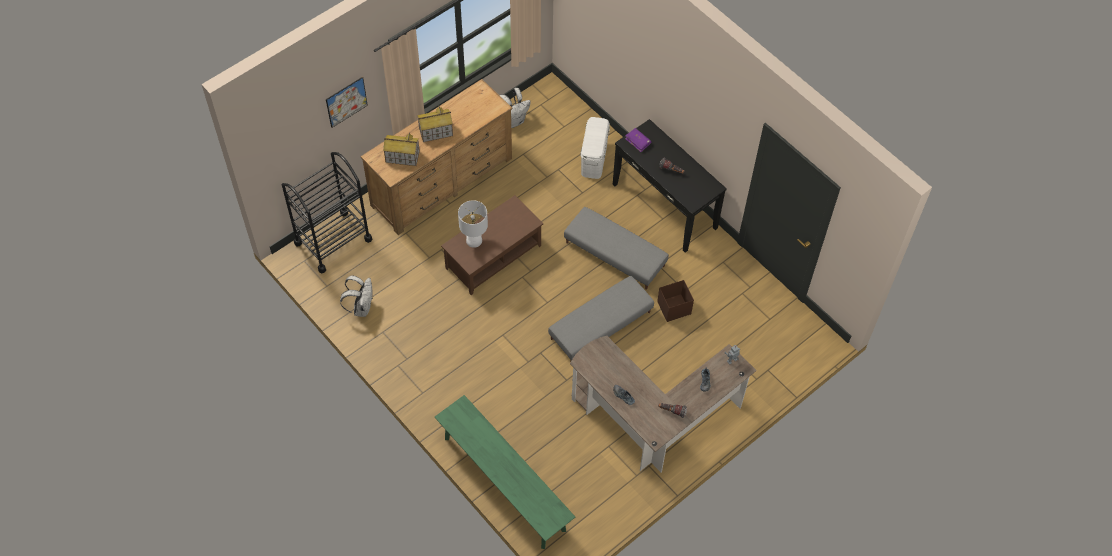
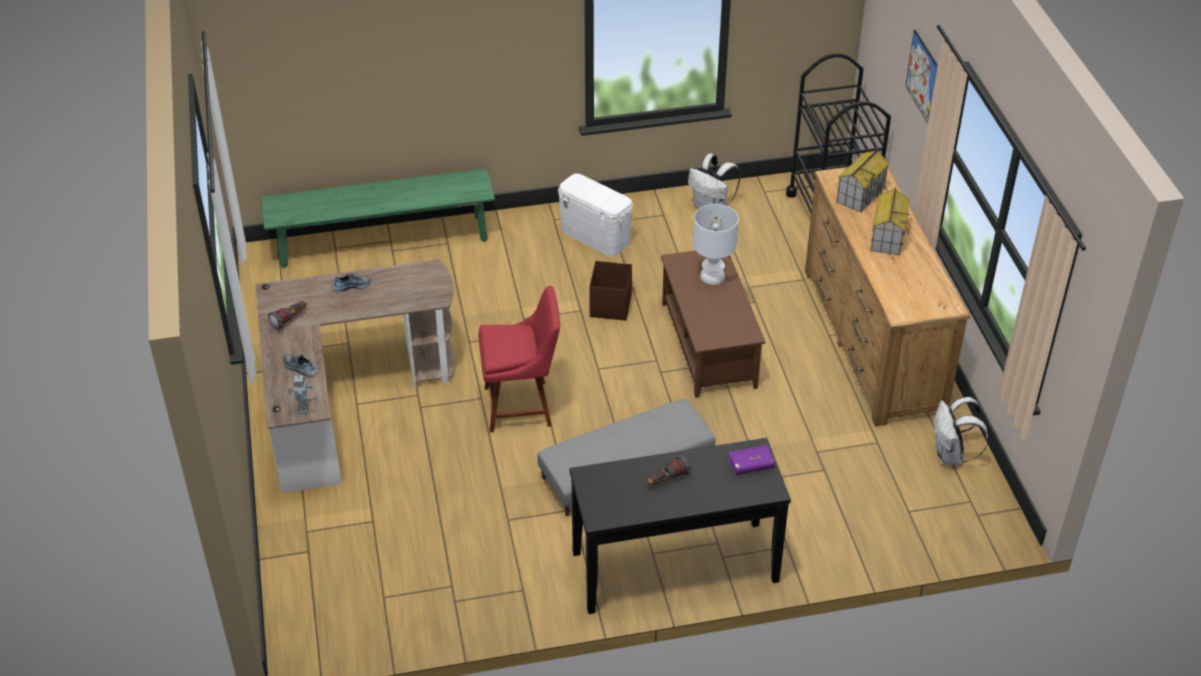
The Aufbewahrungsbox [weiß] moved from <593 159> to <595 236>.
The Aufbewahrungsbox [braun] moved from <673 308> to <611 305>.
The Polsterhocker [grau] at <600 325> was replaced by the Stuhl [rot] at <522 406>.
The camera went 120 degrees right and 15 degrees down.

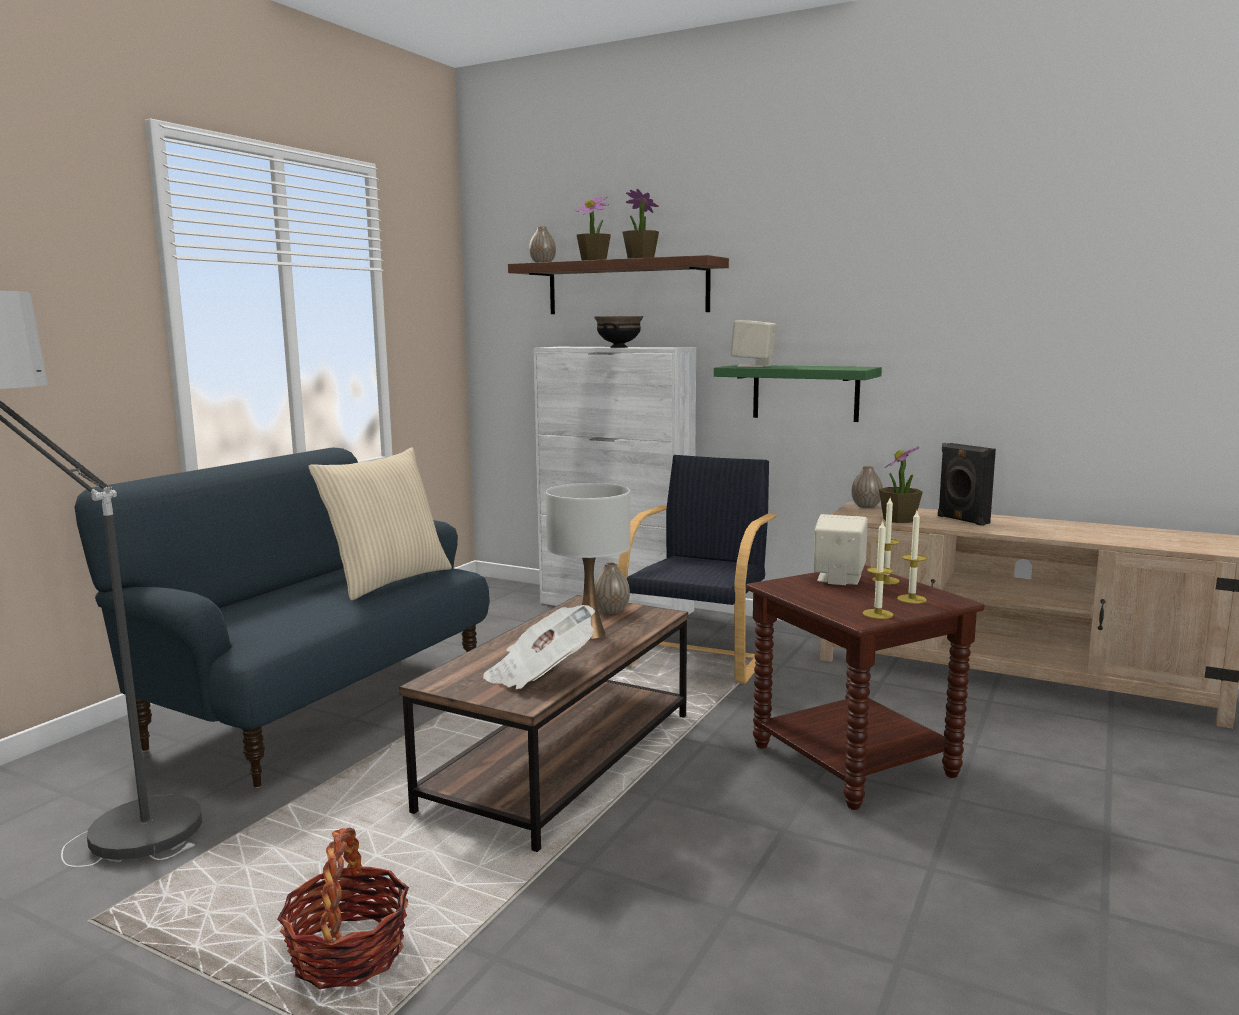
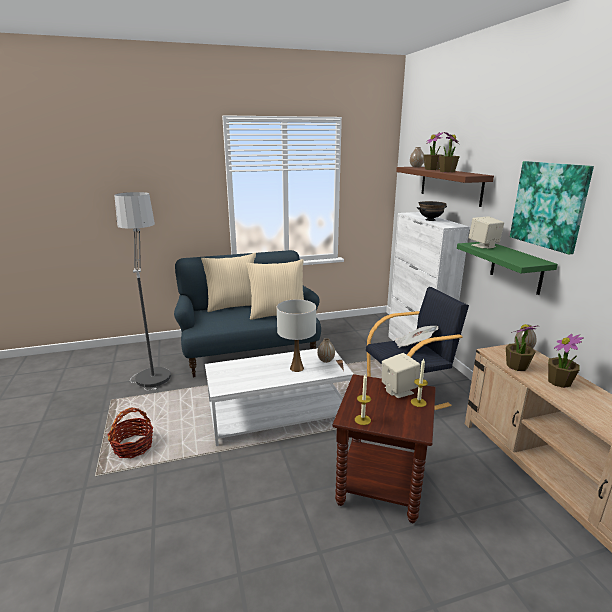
The Kerze at <911 599> disappeared.
The Kissen [beige] at <233 305> appeared.
The Bild at <549 205> appeared.
The Zeitung moved from <540 675> to <414 345>.
The Lautsprecher [schwarz] at <962 520> was replaced by the Topfpflanze at <559 382>.
The Couchtisch [braun] at <561 760> became the Couchtisch [weiß] at <279 415>.
The camera went 45 degrees right and 10 degrees up.

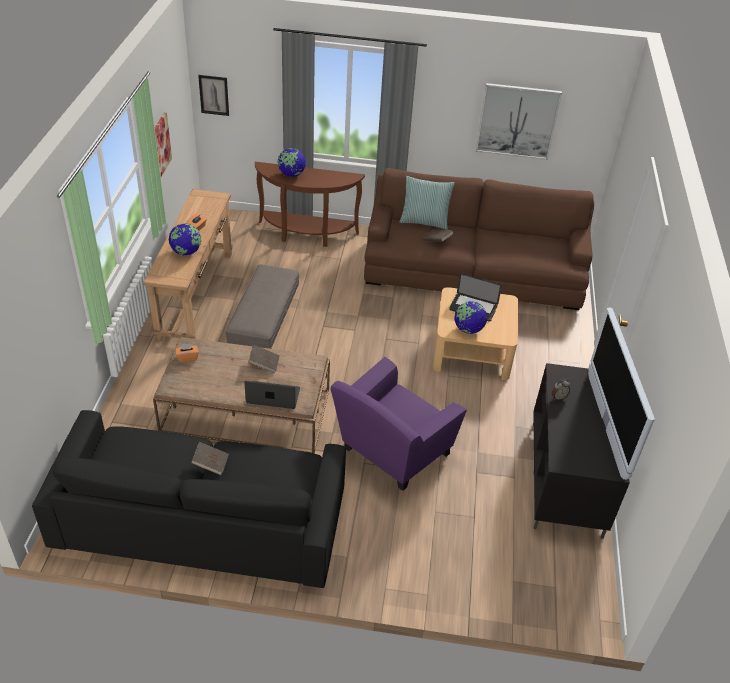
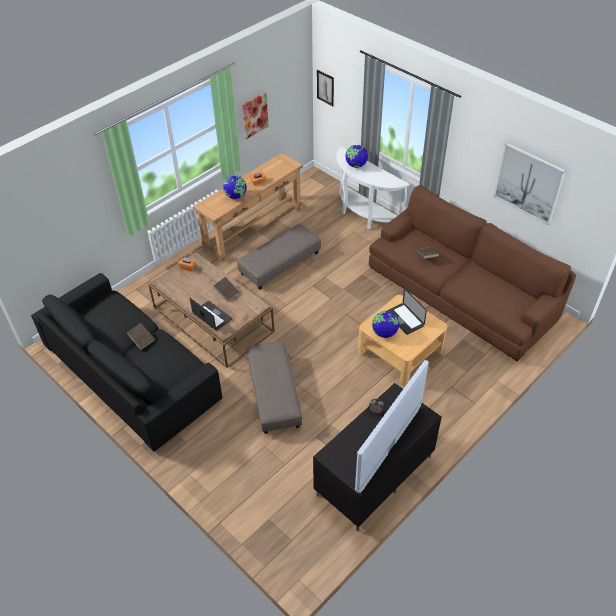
The Kissen at <424 221> disappeared.
The Sessel [lila] at <391 453> was replaced by the Polsterhocker [grau] at <274 393>.
The Konsolentisch [braun] at <306 235> became the Konsolentisch [weiß] at <363 214>.
The camera went 40 degrees right and 5 degrees up.

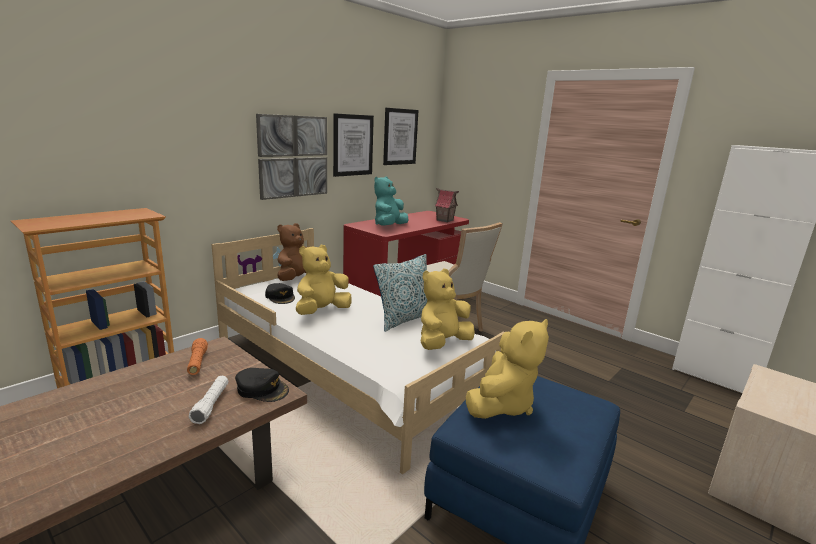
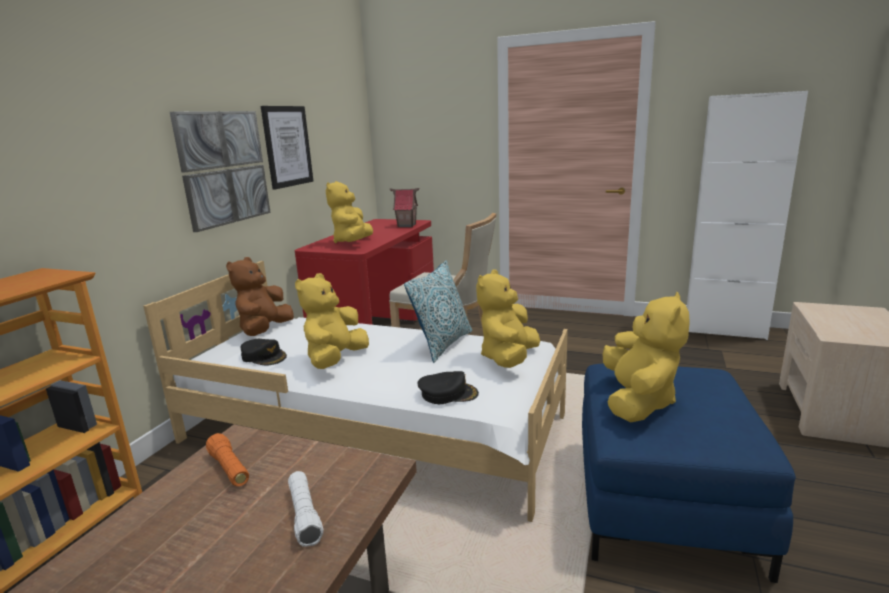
The Bild at <400 137> disappeared.
The Kappe [schwarz] moved from <262 389> to <448 393>.
The Plüschtier [türkis] at <389 226> became the Plüschtier [gelb] at <353 242>.
The camera went 20 degrees left and 0 degrees up.

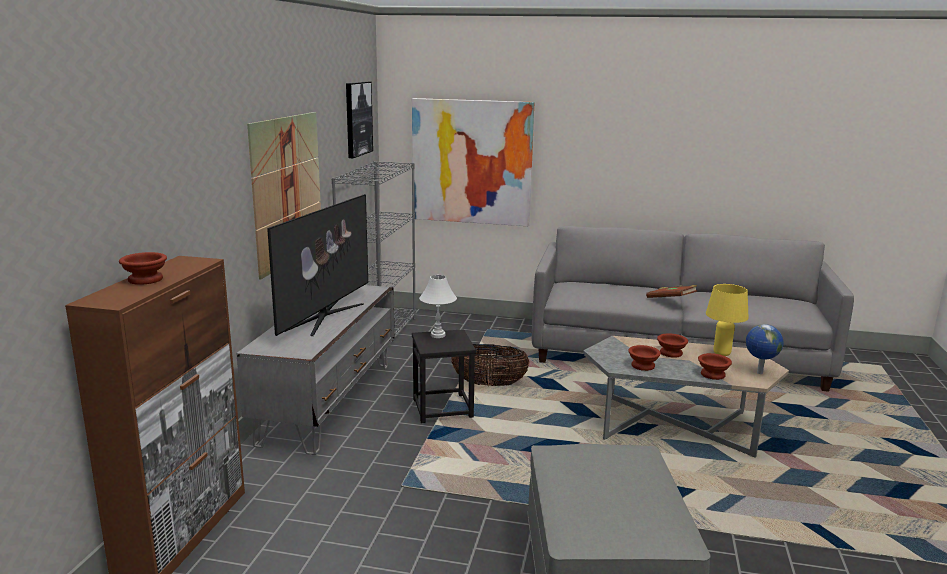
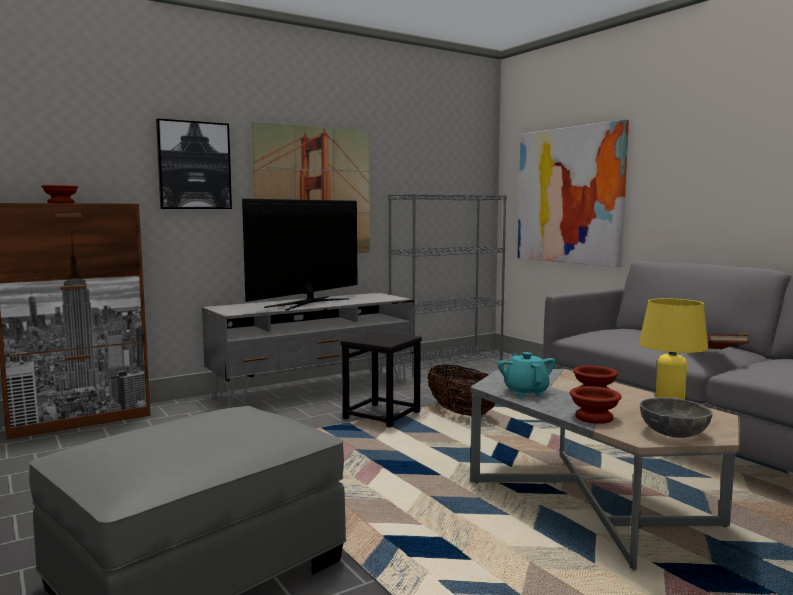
The Tischlampe [weiß] at <437 335> disappeared.
The Bild moved from <357 118> to <194 165>.
The Schüssel [braun] at <644 366> was replaced by the Teekanne [türkis] at <526 392>.
The Globus at <759 373> was replaced by the Schüssel [grau] at <673 433>.
The Fernseher at <324 317> turned 150 degrees clockwise.
The camera went 45 degrees right and 10 degrees down.

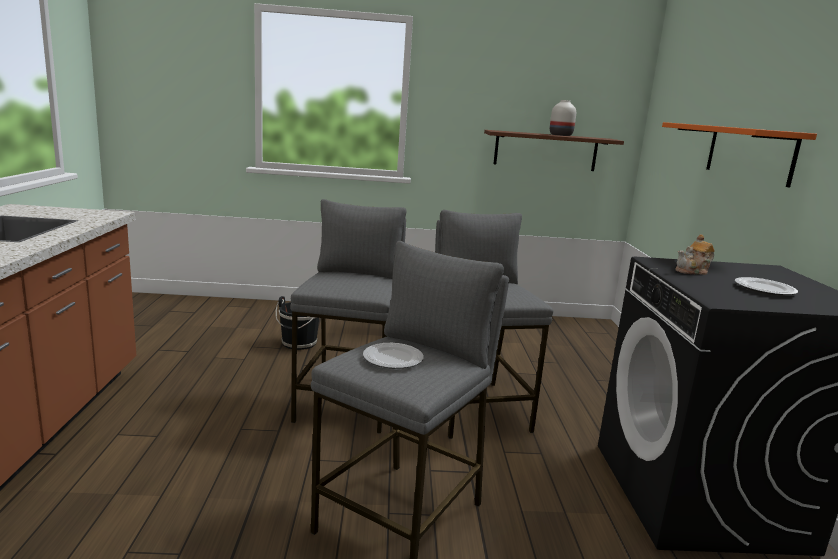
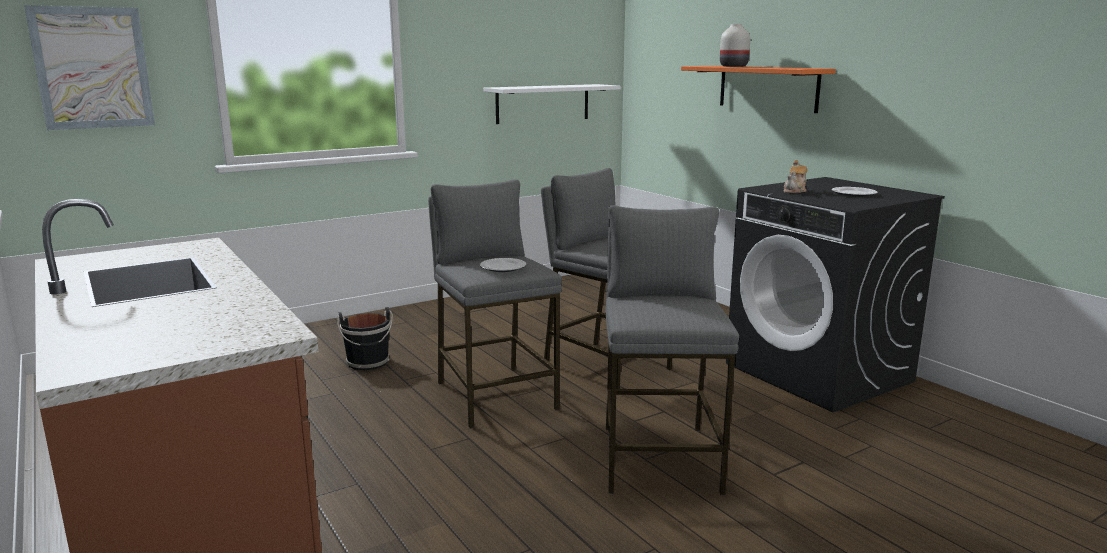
The Bild at <92 68> appeared.
The Teller moved from <393 359> to <503 267>.
The Vase [weiß] moved from <560 135> to <733 66>.
The Wandregal [braun] at <545 151> became the Wandregal [weiß] at <543 103>.
The camera went 30 degrees left and 0 degrees up.

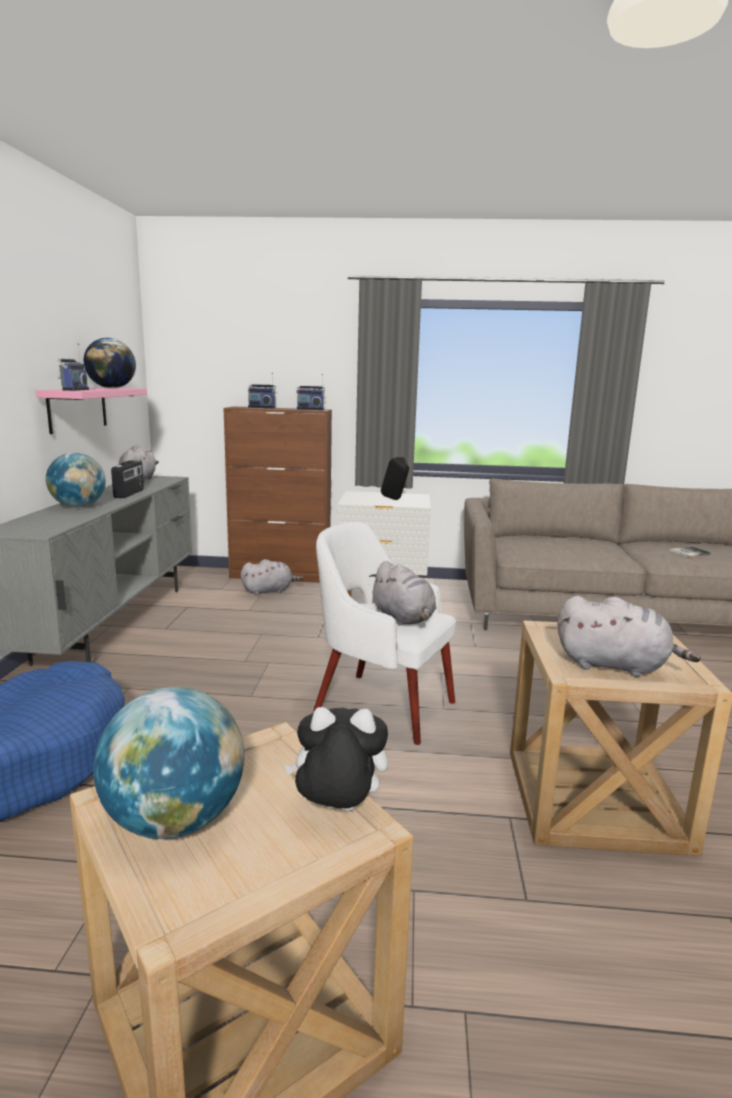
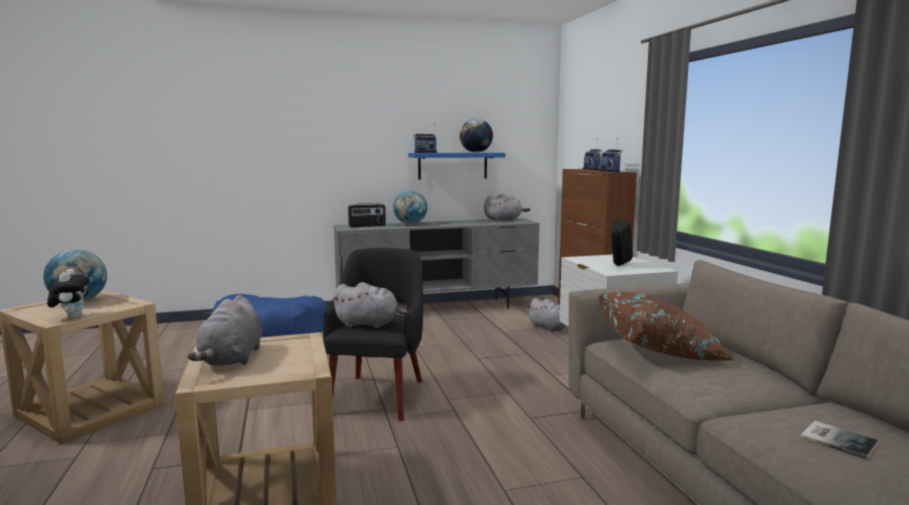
The Kissen [braun] at <659 350> appeared.
The Radio moved from <129 493> to <367 226>.
The Wandregal [rosa] at <78 409> became the Wandregal [blau] at <452 165>.
The Sessel [weiß] at <381 705> became the Sessel [schwarz] at <378 395>.
The Plüschtier [grau] at <404 618> turned 120 degrees counterclockwise.
The camera went 70 degrees right and 5 degrees down.

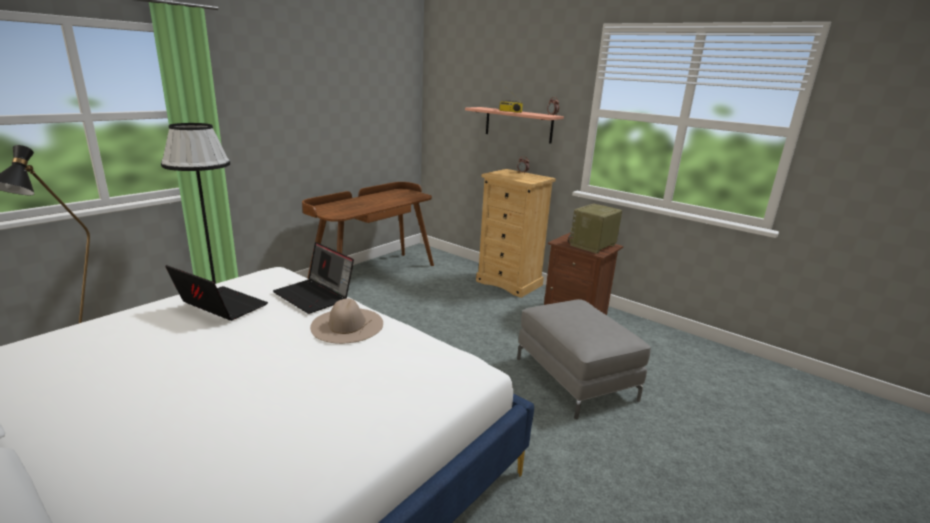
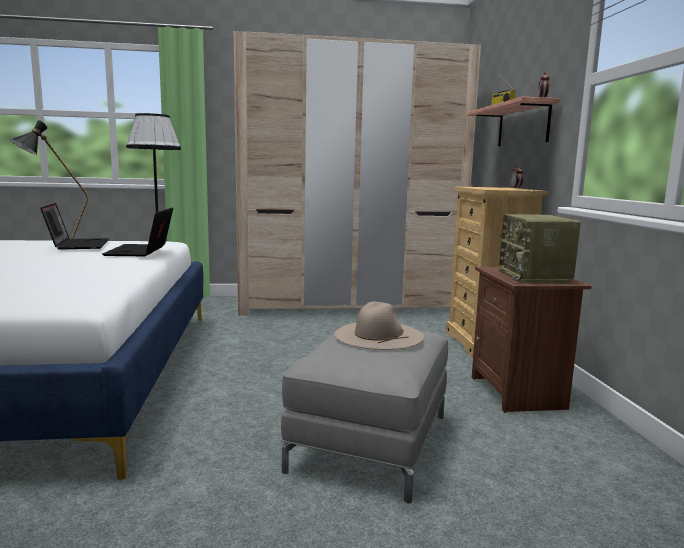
The Hut [beige] moved from <347 325> to <378 335>.
The Schreibtisch [braun] at <373 275> was replaced by the Kleiderschrank [beige] at <348 305>.
The Radio at <592 245> turned 90 degrees counterclockwise.
The camera went 45 degrees right and 10 degrees down.

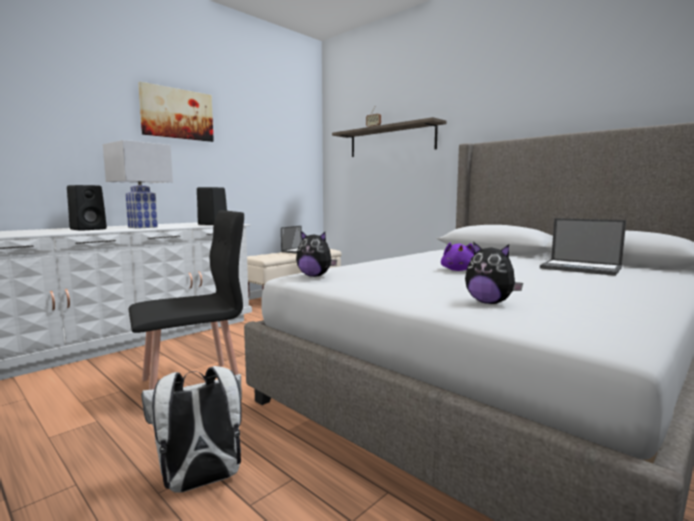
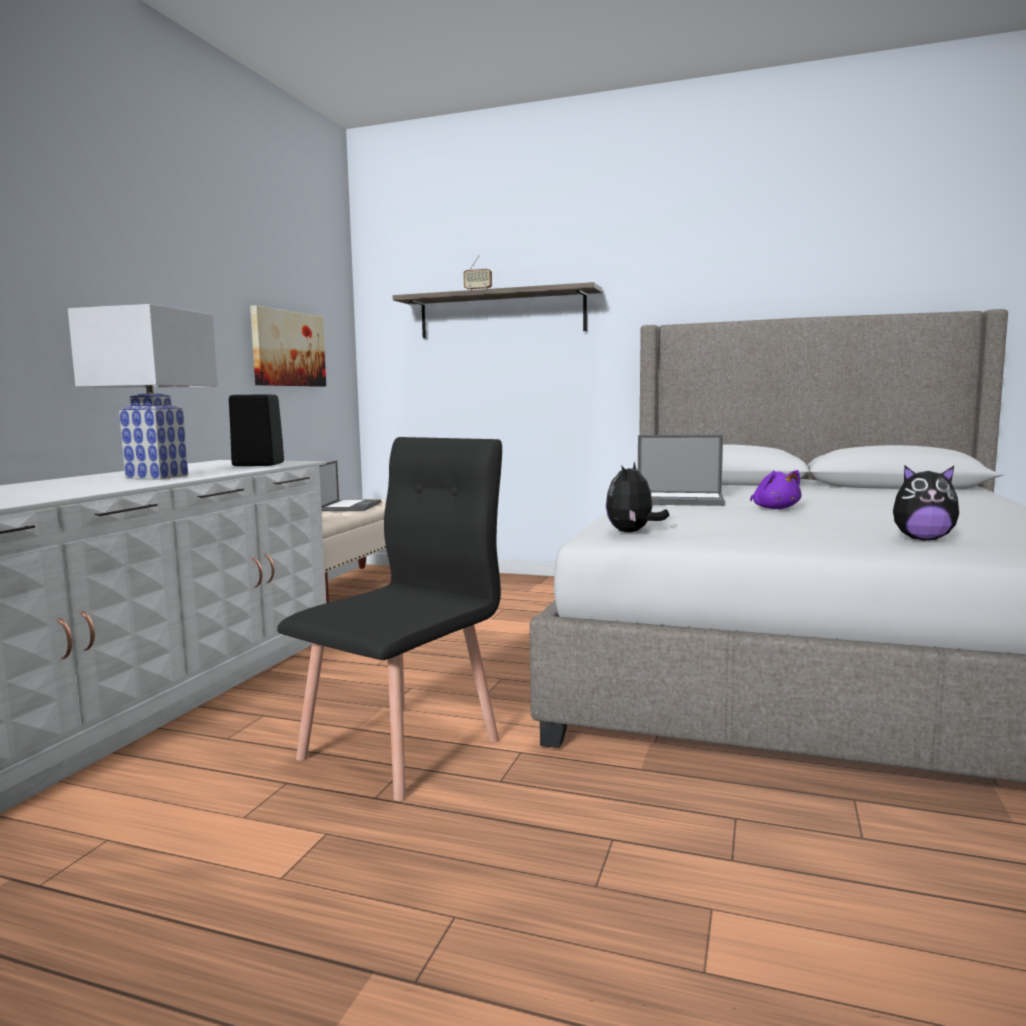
The Lautsprecher [schwarz] at <89 229> disappeared.
The Rucksack [weiß] at <201 482> disappeared.
The Bild moved from <177 114> to <288 349>.
The Laptop moved from <581 268> to <680 500>.
The Plüschtier at <315 276> turned 120 degrees clockwise.
The camera went 25 degrees left and 0 degrees up.

